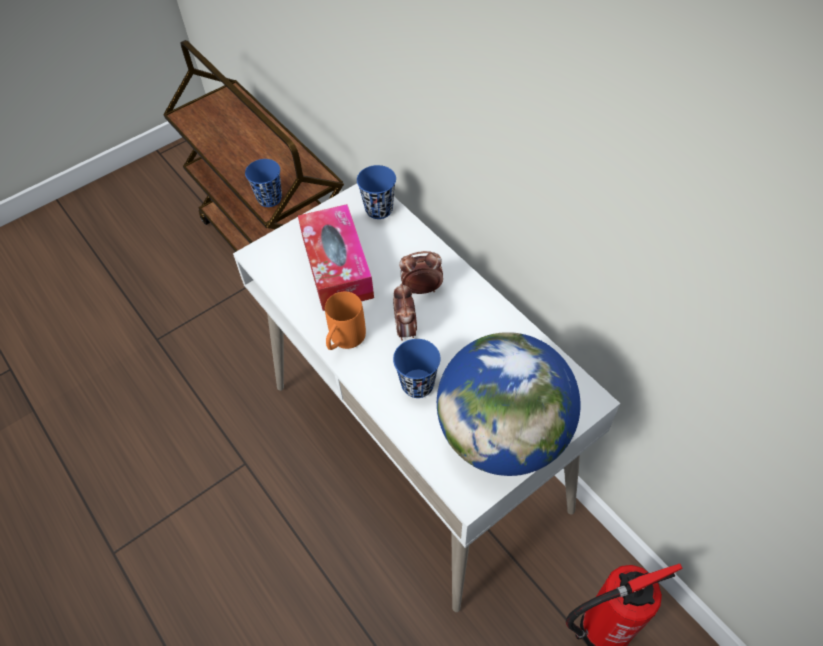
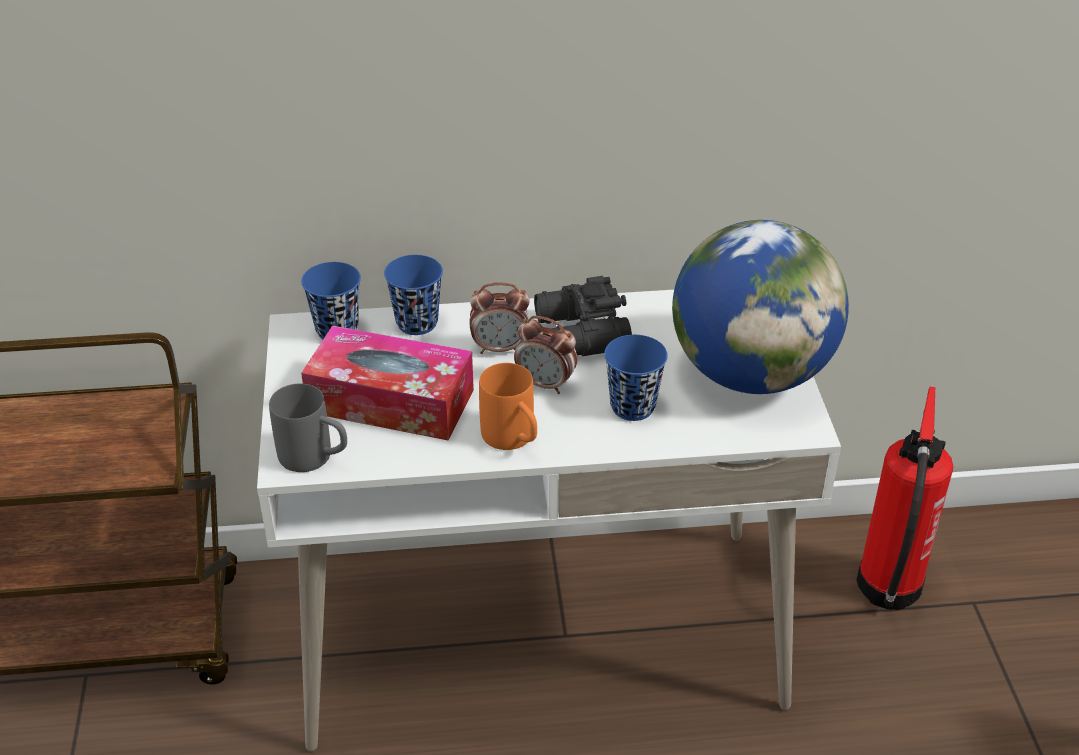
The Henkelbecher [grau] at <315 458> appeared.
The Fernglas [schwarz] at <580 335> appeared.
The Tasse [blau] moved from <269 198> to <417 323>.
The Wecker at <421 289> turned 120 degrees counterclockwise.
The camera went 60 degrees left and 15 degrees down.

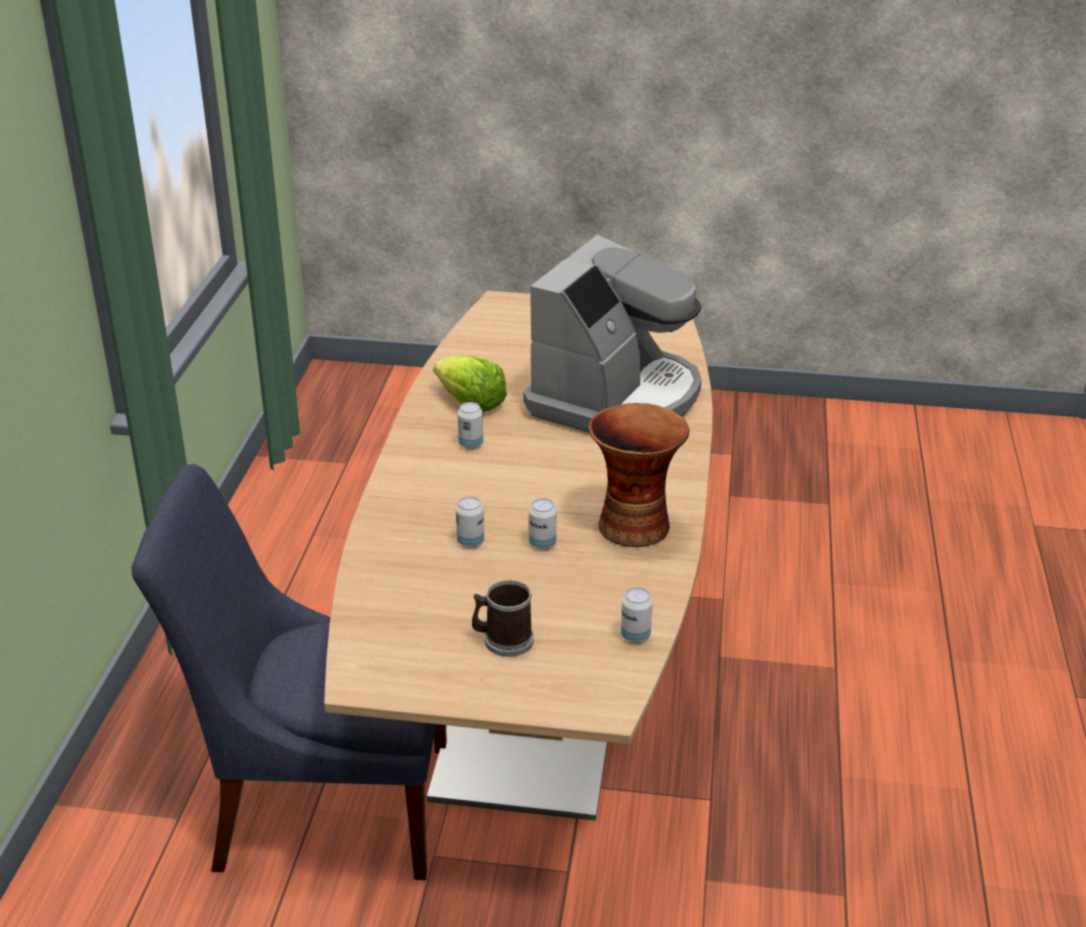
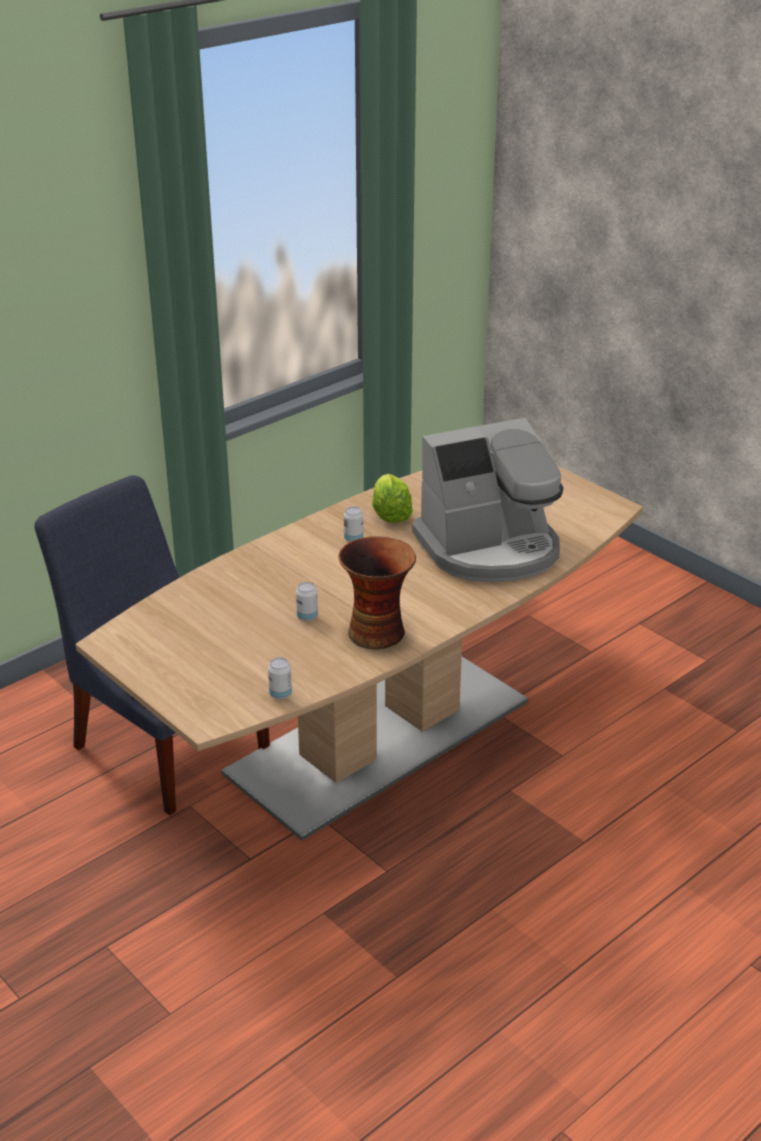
The Dose at <470 541> disappeared.
The Henkelbecher at <503 640> disappeared.
The camera went 40 degrees right and 0 degrees up.

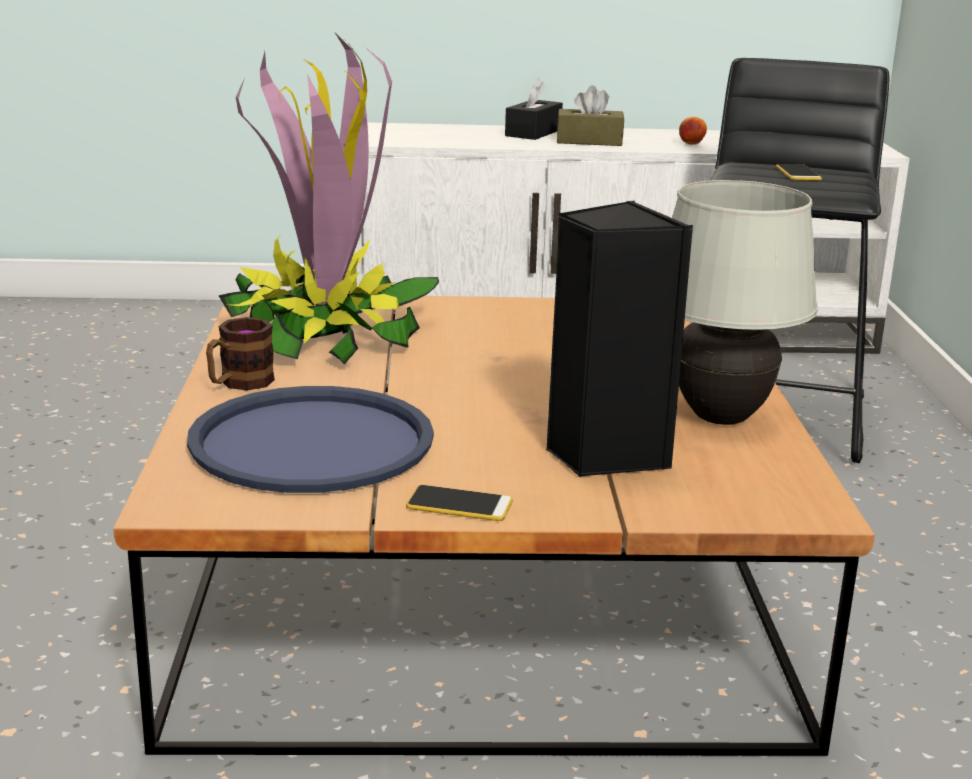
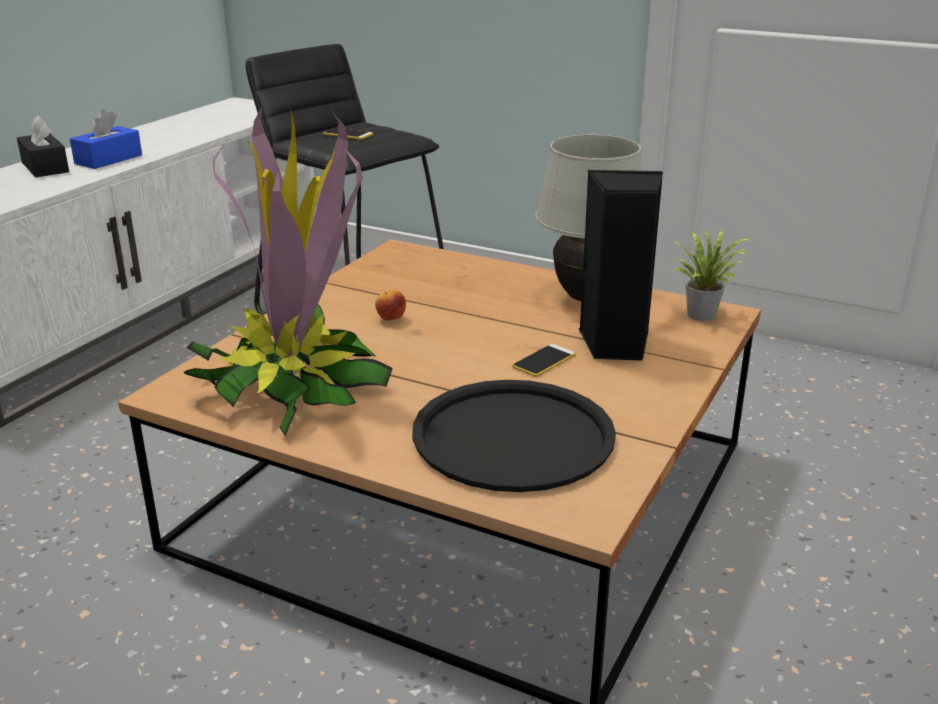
The Henkelbecher at <239 384> disappeared.
The Topfpflanze at <703 313> appeared.
The Handy moved from <459 504> to <544 361>.
The Apfel moved from <691 144> to <390 319>.
The Tablett [blau] at <312 442> became the Tablett [schwarz] at <512 436>.
The Taschentuchbox [braun] at <589 141> became the Taschentuchbox [blau] at <108 159>.
The camera went 60 degrees left and 5 degrees up.

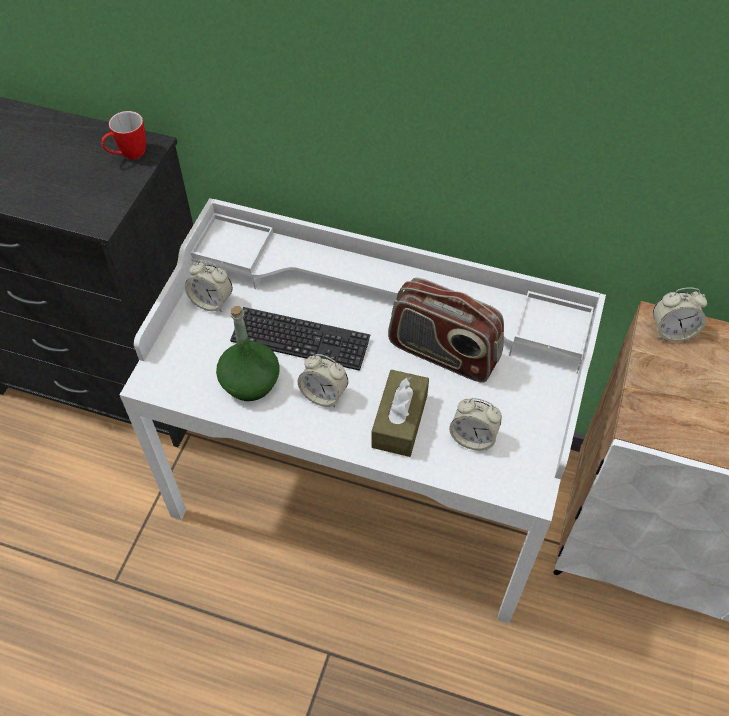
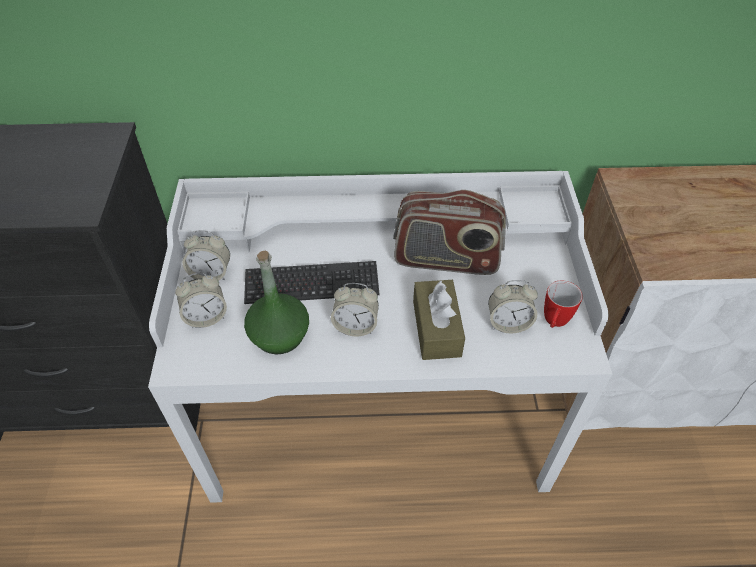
The Henkelbecher moved from <128 155> to <553 323>.
The Wecker moved from <671 331> to <206 317>.
The camera went 20 degrees left and 5 degrees down.

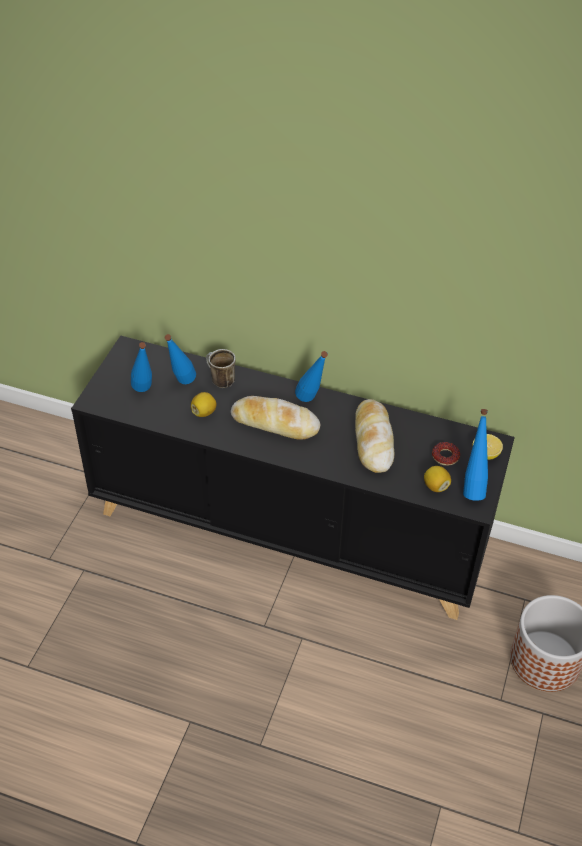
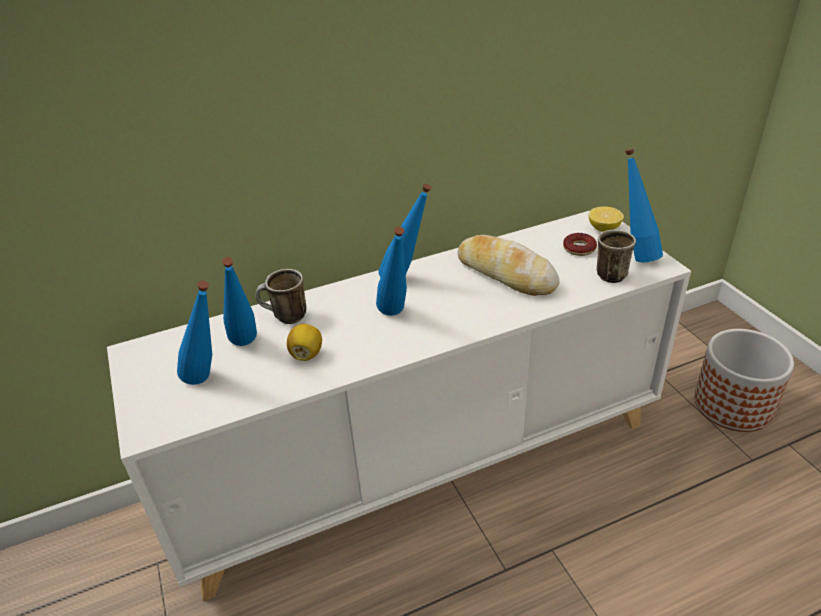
The Brot at <275 423> was replaced by the Flasche [blau] at <396 317>.
The Zitrone at <435 486> was replaced by the Henkelbecher at <609 272>.
The Schrank [schwarz] at <290 530> became the Schrank [weiß] at <421 462>.
The camera went 40 degrees left and 10 degrees down.

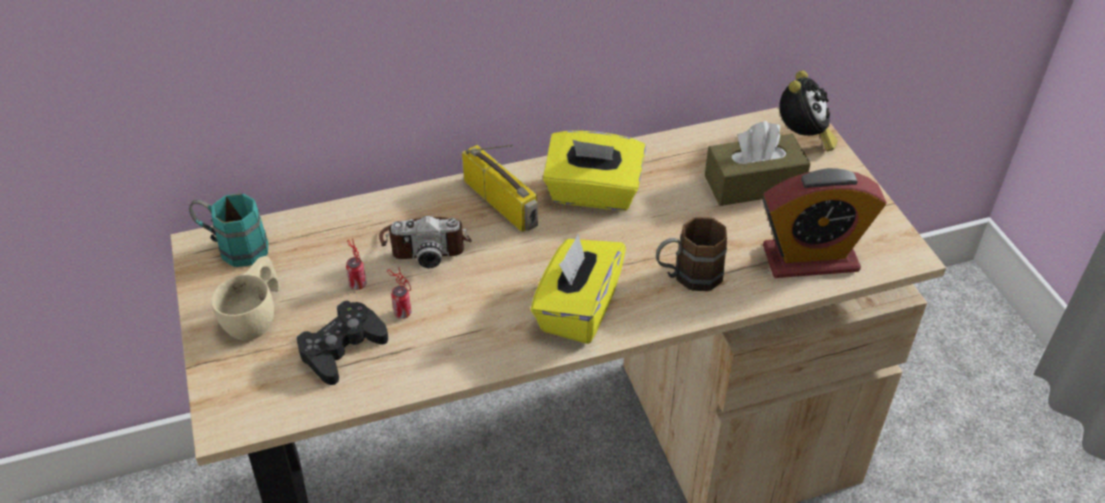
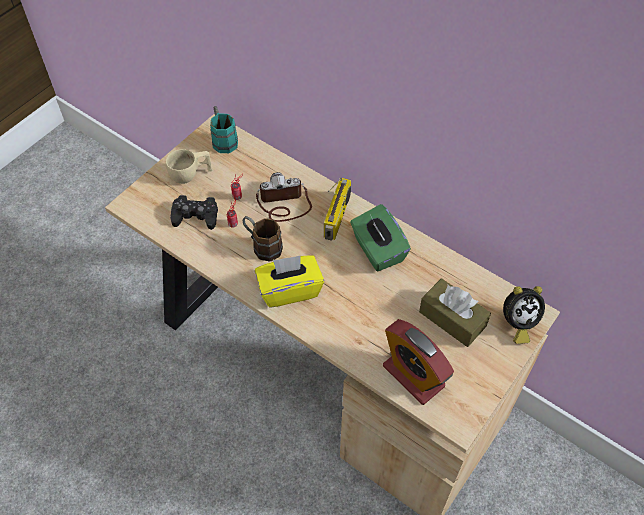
The Henkelbecher [braun] moved from <687 277> to <262 246>.
The Taschentuchbox [gelb] at <593 194> became the Taschentuchbox [grün] at <377 250>.
The Kamera at <425 243> turned 120 degrees clockwise.
The camera went 55 degrees right and 10 degrees up.

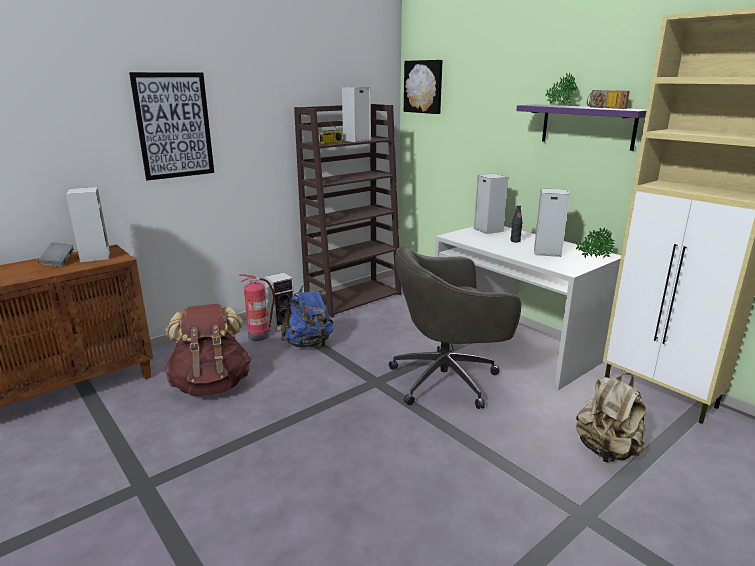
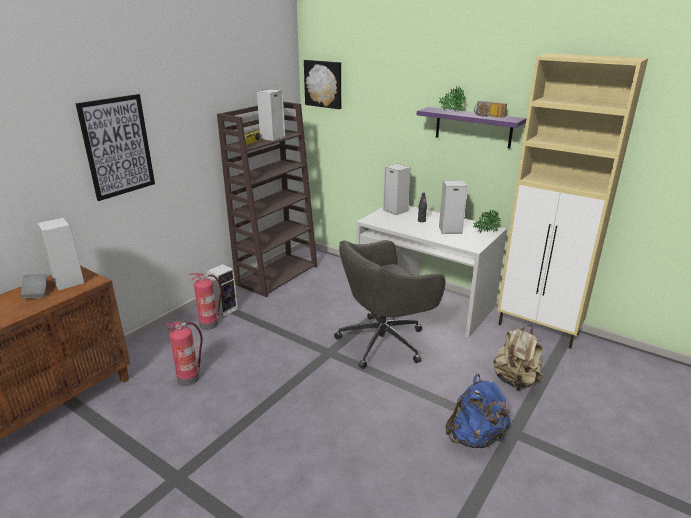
The Rucksack [blau] moved from <308 344> to <475 437>.
The Rucksack [braun] at <211 385> was replaced by the Feuerlöscher at <189 378>.
The camera went 15 degrees left and 5 degrees up.

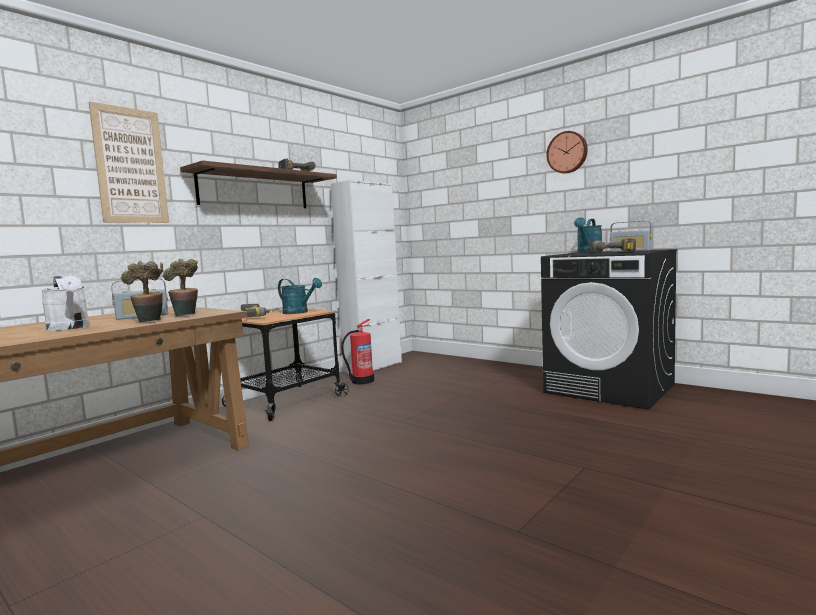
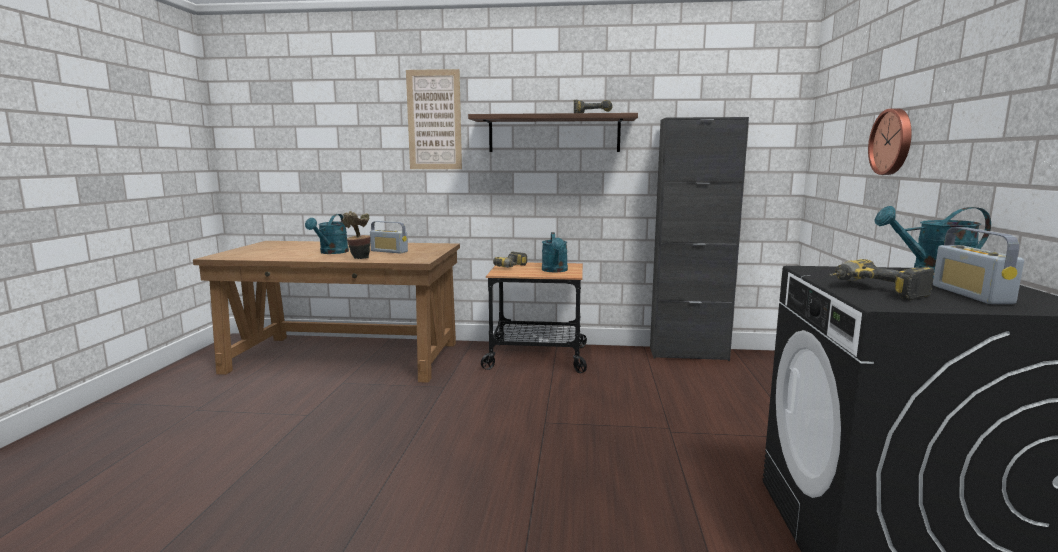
The Topfpflanze at <186 315> disappeared.
The Feuerlöscher at <362 381> disappeared.
The Wanduhr moved from <567 152> to <892 142>.
The Gießkanne [weiß] at <70 328> became the Gießkanne [türkis] at <331 252>.
The Schrank [weiß] at <373 367> became the Schrank [schwarz] at <688 354>.
The camera went 55 degrees right and 5 degrees up.

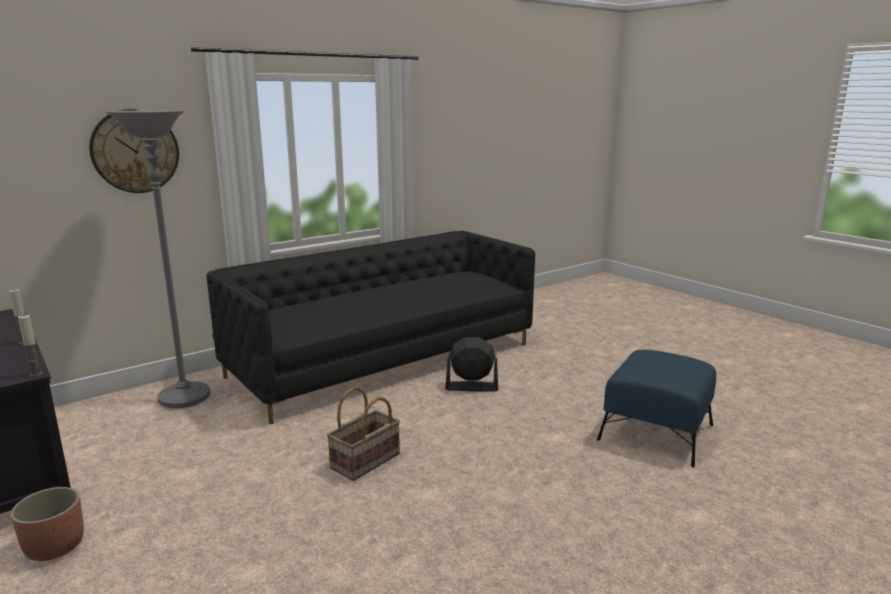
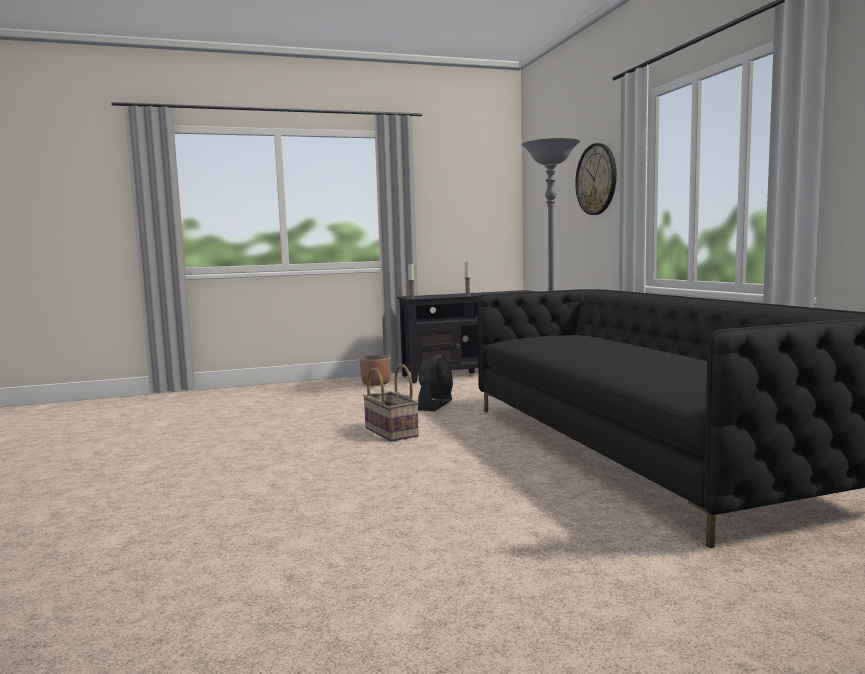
The Polsterhocker [blau] at <656 432> disappeared.
The Ventilator [schwarz] moved from <471 386> to <435 405>.
The camera went 110 degrees right and 10 degrees down.

